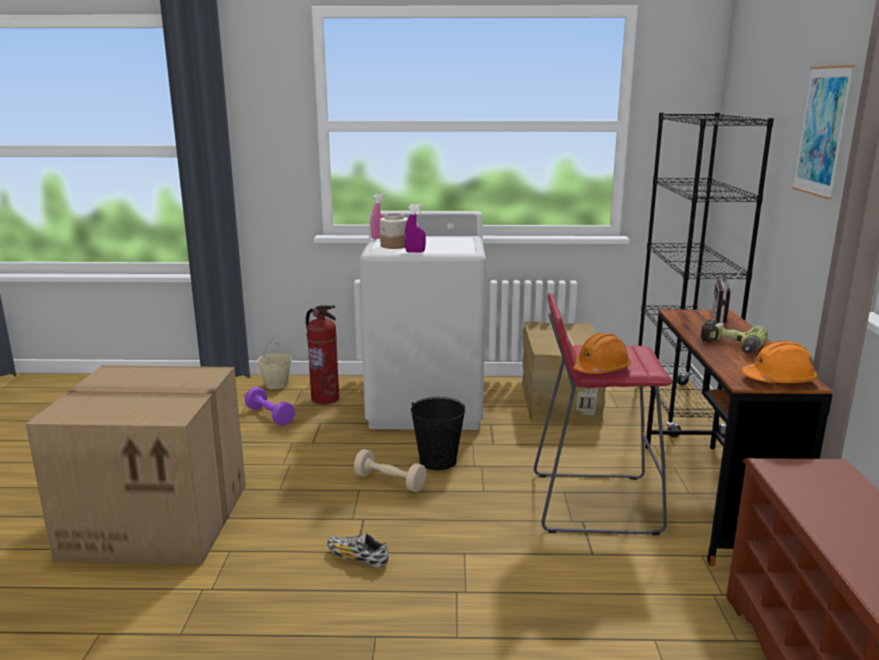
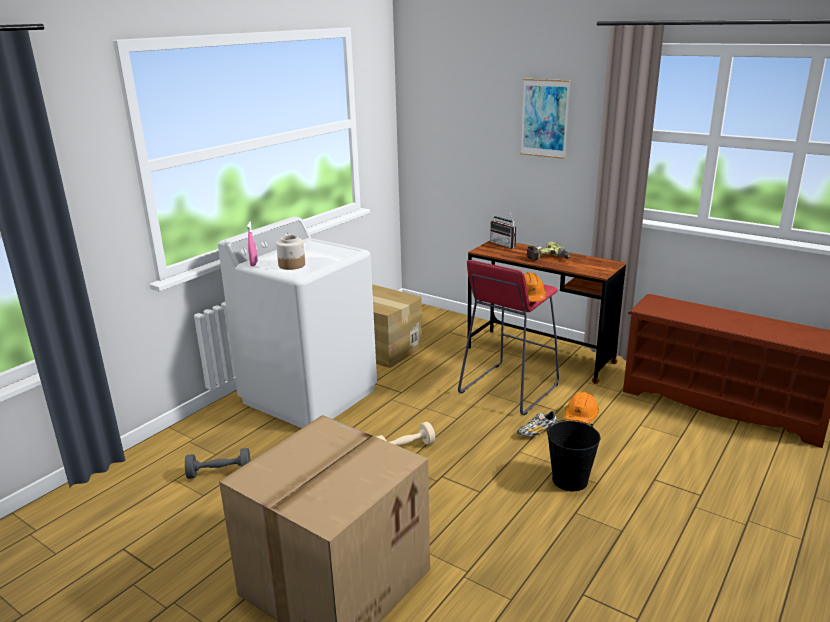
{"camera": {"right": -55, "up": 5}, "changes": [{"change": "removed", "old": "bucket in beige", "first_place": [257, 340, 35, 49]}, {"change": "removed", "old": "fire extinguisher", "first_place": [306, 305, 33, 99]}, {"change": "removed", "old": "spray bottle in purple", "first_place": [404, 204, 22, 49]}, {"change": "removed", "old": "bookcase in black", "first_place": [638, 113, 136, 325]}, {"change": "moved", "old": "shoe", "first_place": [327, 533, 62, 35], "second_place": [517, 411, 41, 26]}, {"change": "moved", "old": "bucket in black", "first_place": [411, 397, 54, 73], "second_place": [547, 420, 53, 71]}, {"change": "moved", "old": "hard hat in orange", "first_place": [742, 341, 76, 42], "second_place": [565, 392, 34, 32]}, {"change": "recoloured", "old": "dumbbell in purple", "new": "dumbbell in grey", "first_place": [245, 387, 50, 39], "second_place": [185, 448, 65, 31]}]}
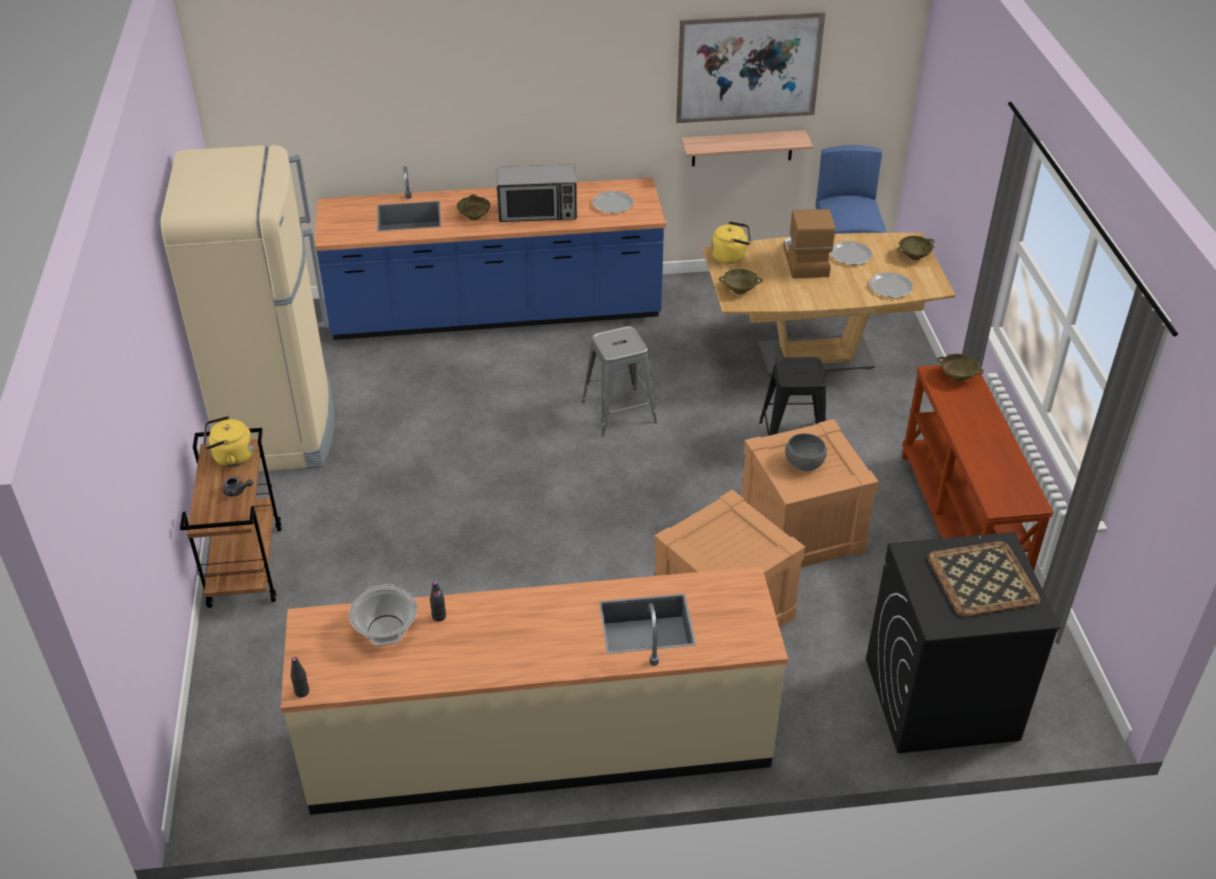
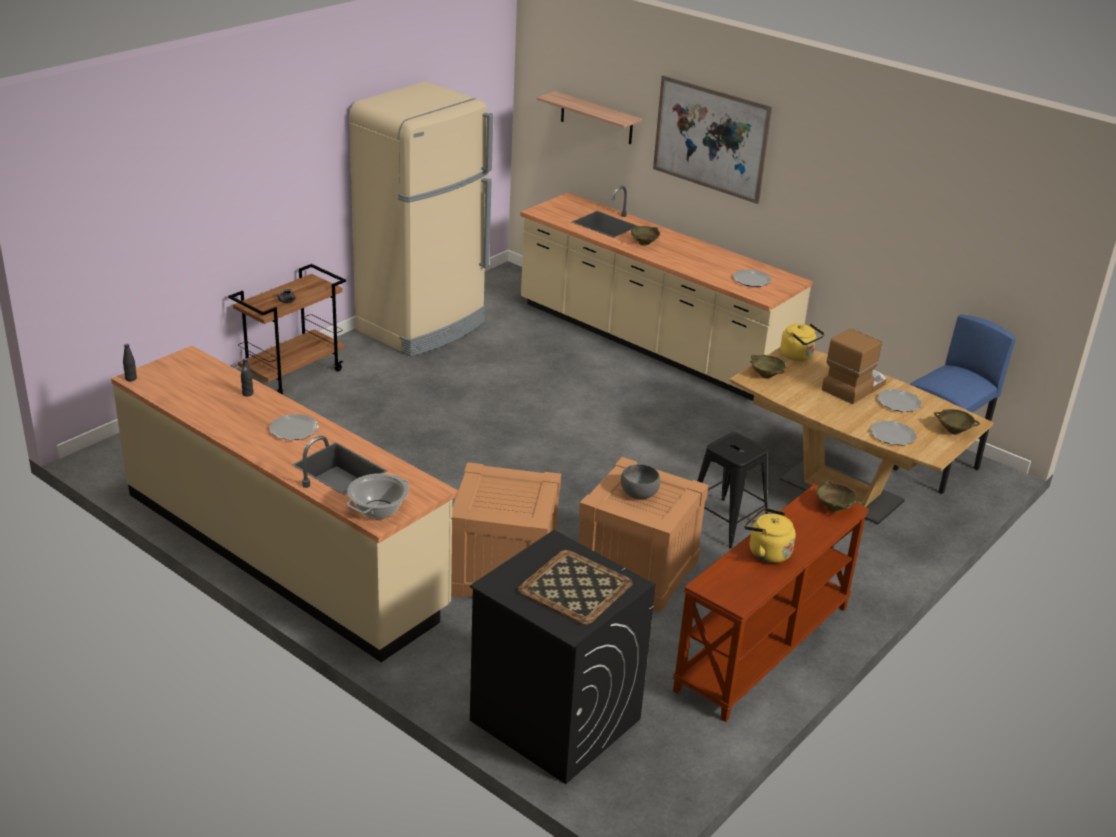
{"camera": {"right": 45, "up": -10}, "changes": [{"change": "removed", "old": "microwave", "first_place": [496, 164, 81, 58]}, {"change": "removed", "old": "stool in grey", "first_place": [582, 326, 75, 111]}, {"change": "added", "new": "plate", "second_place": [269, 414, 50, 26]}, {"change": "moved", "old": "kettle in yellow", "first_place": [203, 416, 51, 51], "second_place": [744, 508, 52, 55]}, {"change": "moved", "old": "cooking pot", "first_place": [349, 584, 68, 62], "second_place": [346, 473, 63, 46]}, {"change": "moved", "old": "picture", "first_place": [676, 12, 149, 111], "second_place": [653, 75, 119, 129]}, {"change": "moved", "old": "shelf", "first_place": [681, 130, 132, 36], "second_place": [536, 91, 106, 53]}, {"change": "recoloured", "old": "counter in blue", "new": "counter in beige", "first_place": [314, 166, 352, 174], "second_place": [520, 186, 293, 215]}]}
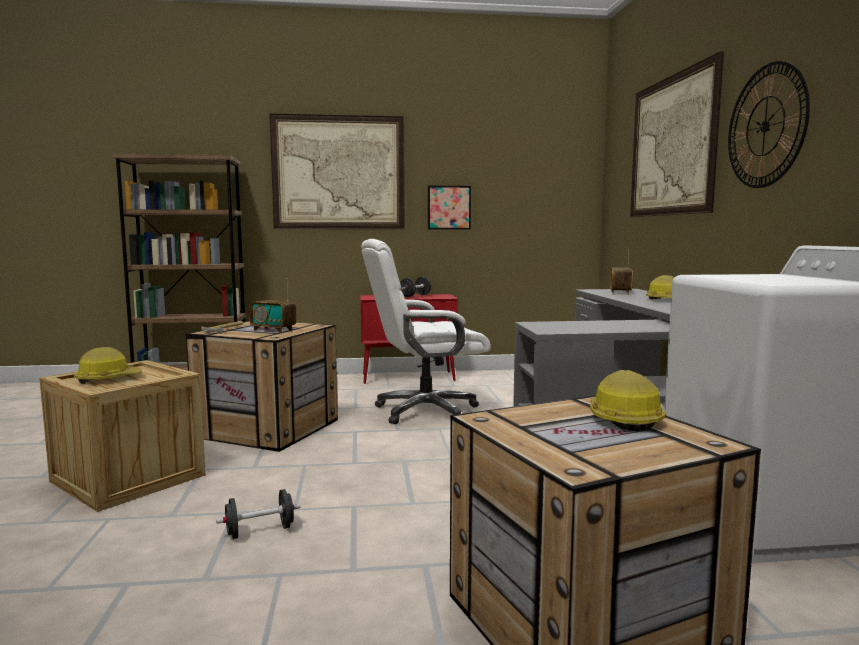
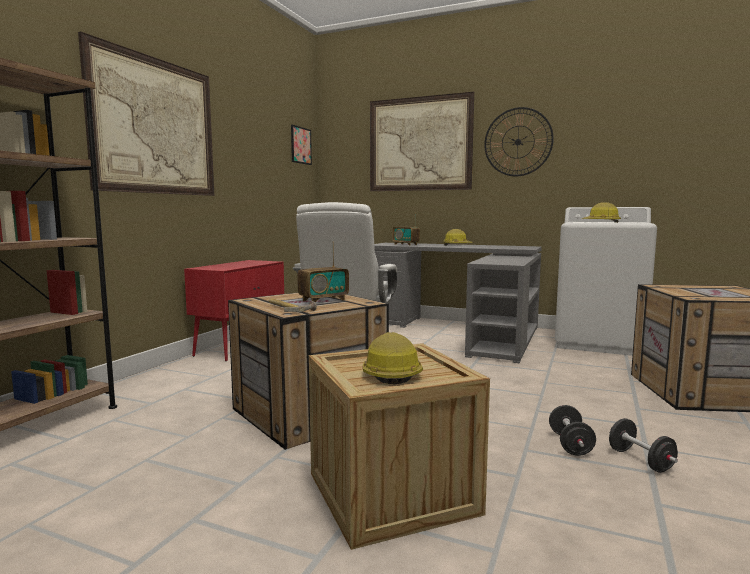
{"camera": {"right": -60, "up": 0}, "changes": [{"change": "moved", "old": "dumbbell in black", "first_place": [400, 277, 31, 20], "second_place": [609, 418, 69, 55]}, {"change": "moved", "old": "picture", "first_place": [428, 186, 43, 43], "second_place": [291, 125, 21, 40]}, {"change": "moved", "old": "hard hat", "first_place": [590, 370, 76, 61], "second_place": [581, 203, 40, 20]}]}
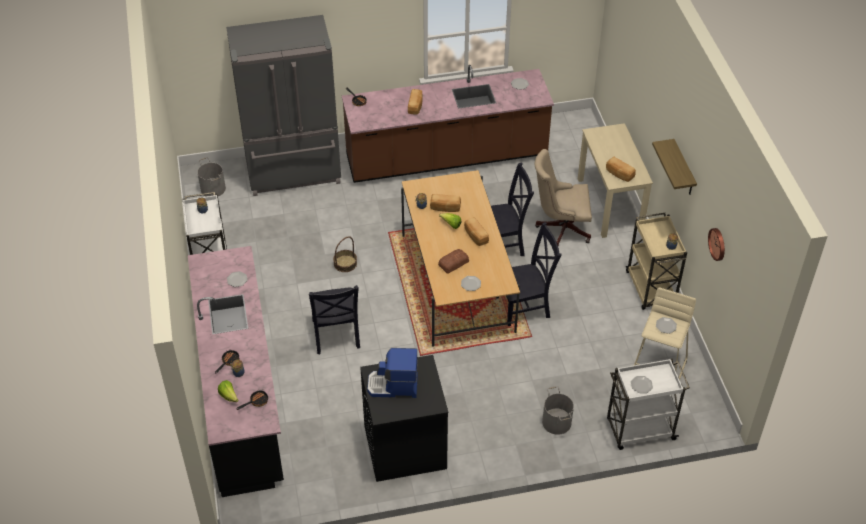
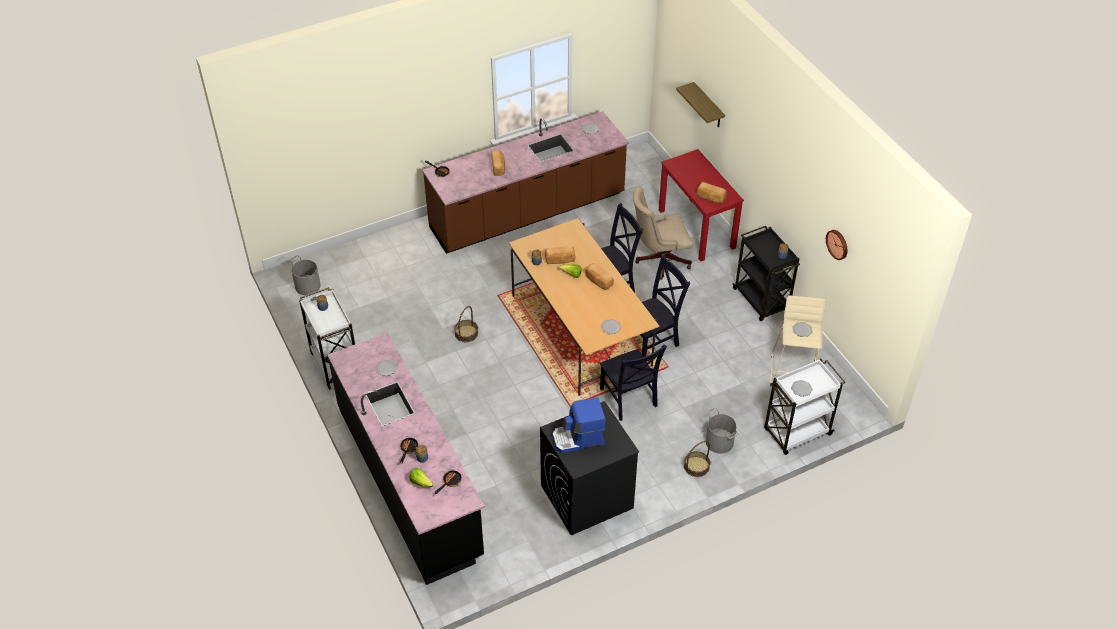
{"camera": {"right": -15, "up": 0}, "changes": [{"change": "removed", "old": "fridge in grey", "first_place": [226, 15, 115, 181]}, {"change": "removed", "old": "bread", "first_place": [438, 249, 31, 25]}, {"change": "added", "new": "basket", "second_place": [684, 441, 26, 36]}, {"change": "moved", "old": "chair in black", "first_place": [309, 285, 51, 69], "second_place": [600, 344, 67, 77]}, {"change": "moved", "old": "shelf", "first_place": [652, 139, 45, 56], "second_place": [676, 82, 49, 45]}, {"change": "recoloured", "old": "desk in beige", "new": "desk in red", "first_place": [578, 123, 75, 115], "second_place": [659, 149, 85, 112]}, {"change": "recoloured", "old": "cart in beige", "new": "cart in black", "first_place": [626, 213, 61, 97], "second_place": [733, 226, 67, 95]}]}
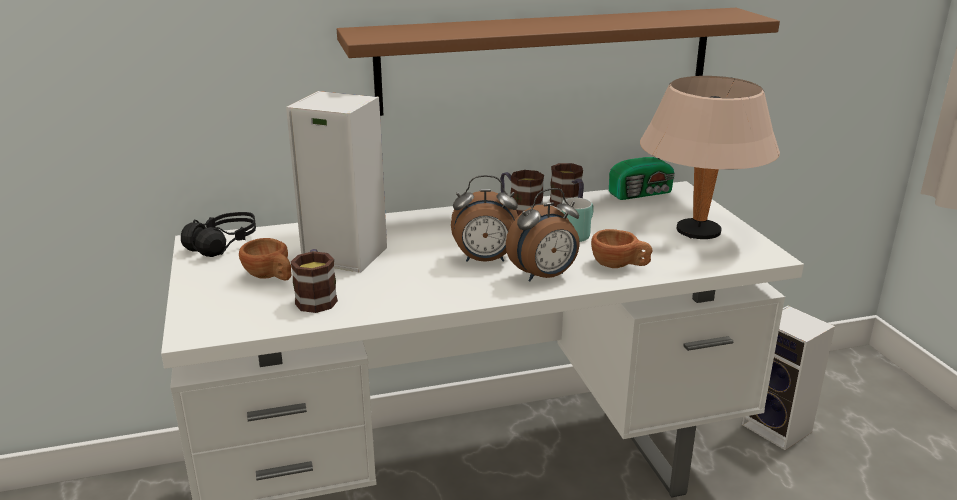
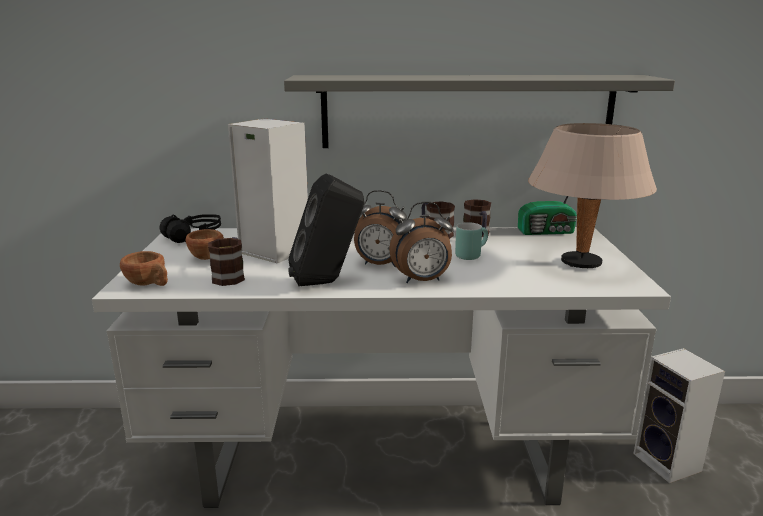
{"camera": {"right": 15, "up": -5}, "changes": [{"change": "added", "new": "speaker in black", "second_place": [288, 174, 76, 112]}, {"change": "moved", "old": "cup in brown", "first_place": [591, 229, 61, 39], "second_place": [120, 251, 48, 35]}, {"change": "recoloured", "old": "shelf in brown", "new": "shelf in grey", "first_place": [337, 8, 443, 108], "second_place": [284, 75, 391, 73]}]}
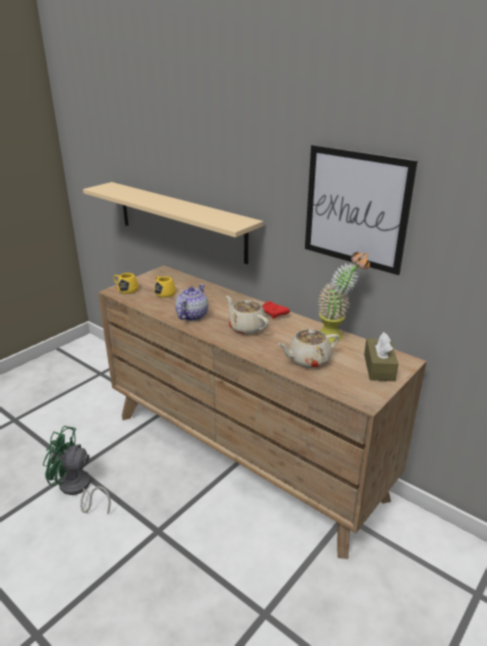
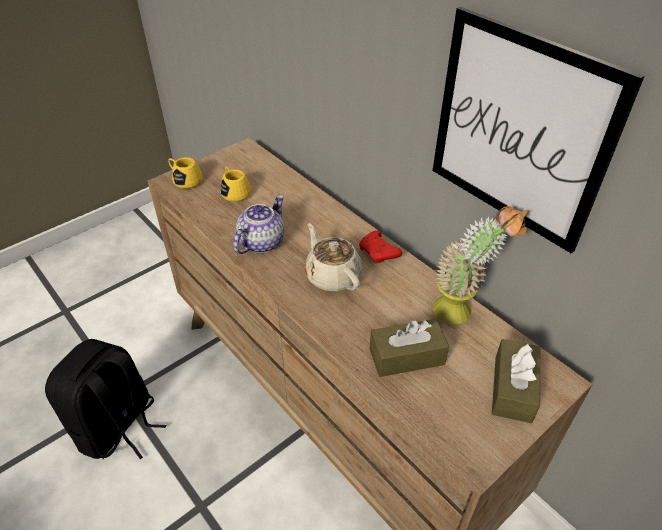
{"camera": {"right": 10, "up": 15}, "changes": [{"change": "removed", "old": "shelf in beige", "first_place": [83, 182, 180, 82]}, {"change": "replaced", "old": "fan in green", "new": "backpack in black", "first_place": [43, 426, 68, 88], "second_place": [45, 339, 121, 120]}, {"change": "replaced", "old": "teapot in beige", "new": "tissue box in brown", "first_place": [277, 329, 62, 39], "second_place": [370, 319, 79, 58]}]}
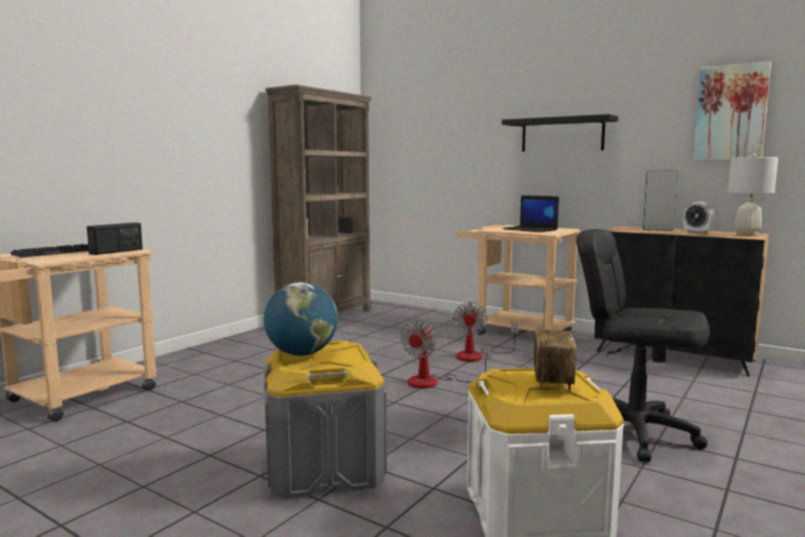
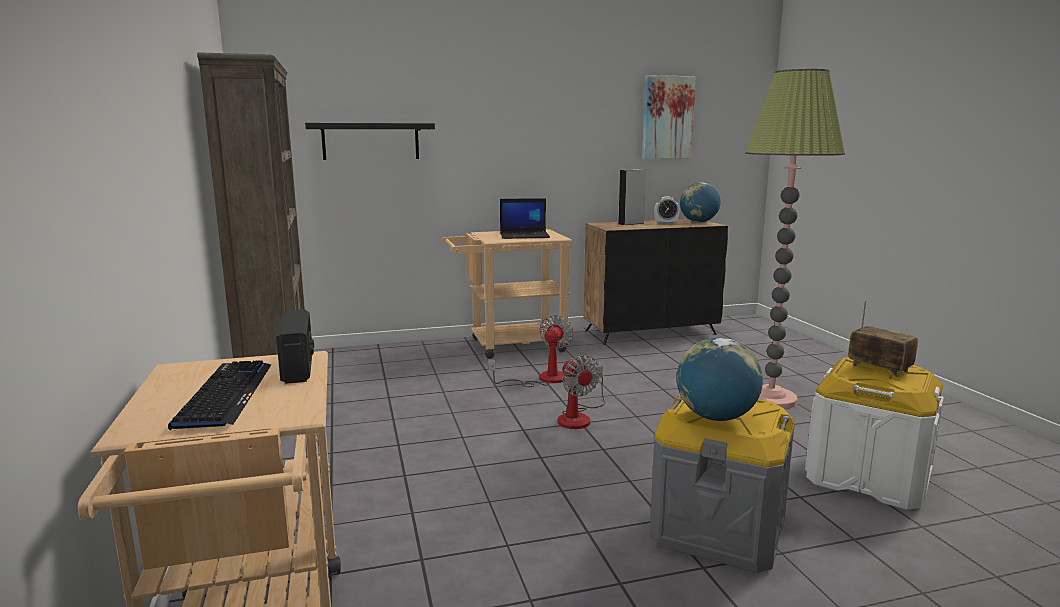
{"camera": {"right": -50, "up": 5}, "changes": [{"change": "moved", "old": "shelf in black", "first_place": [502, 114, 116, 38], "second_place": [305, 123, 130, 37]}, {"change": "replaced", "old": "office chair in black", "new": "floor lamp", "first_place": [576, 229, 134, 233], "second_place": [745, 69, 100, 340]}, {"change": "replaced", "old": "table lamp in white", "new": "globe", "first_place": [728, 154, 50, 82], "second_place": [680, 183, 41, 39]}, {"change": "turned", "old": "fan", "first_place": [453, 302, 65, 60], "second_place": [488, 315, 86, 72], "degrees": -120}]}
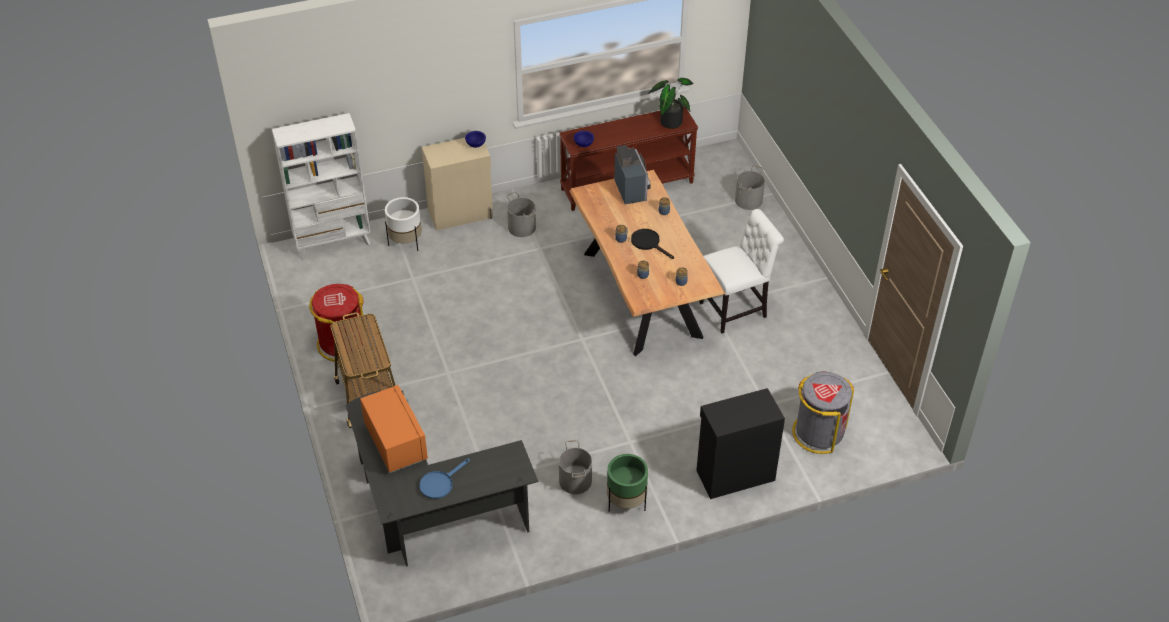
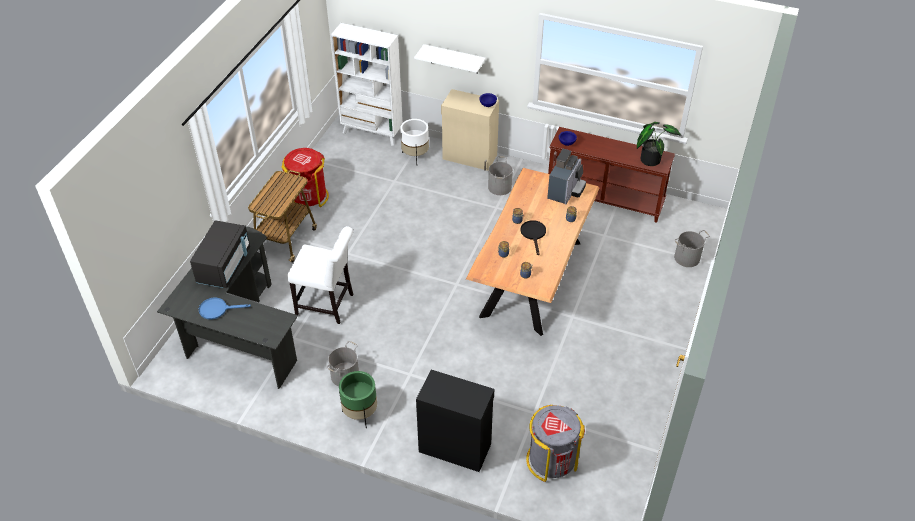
{"camera": {"right": 40, "up": 0}, "changes": [{"change": "added", "new": "shelf in white", "second_place": [414, 44, 72, 29]}, {"change": "moved", "old": "chair in white", "first_place": [699, 209, 85, 124], "second_place": [287, 226, 66, 98]}, {"change": "recoloured", "old": "microwave in orange", "new": "microwave in black", "first_place": [360, 385, 68, 88], "second_place": [190, 220, 60, 68]}]}
